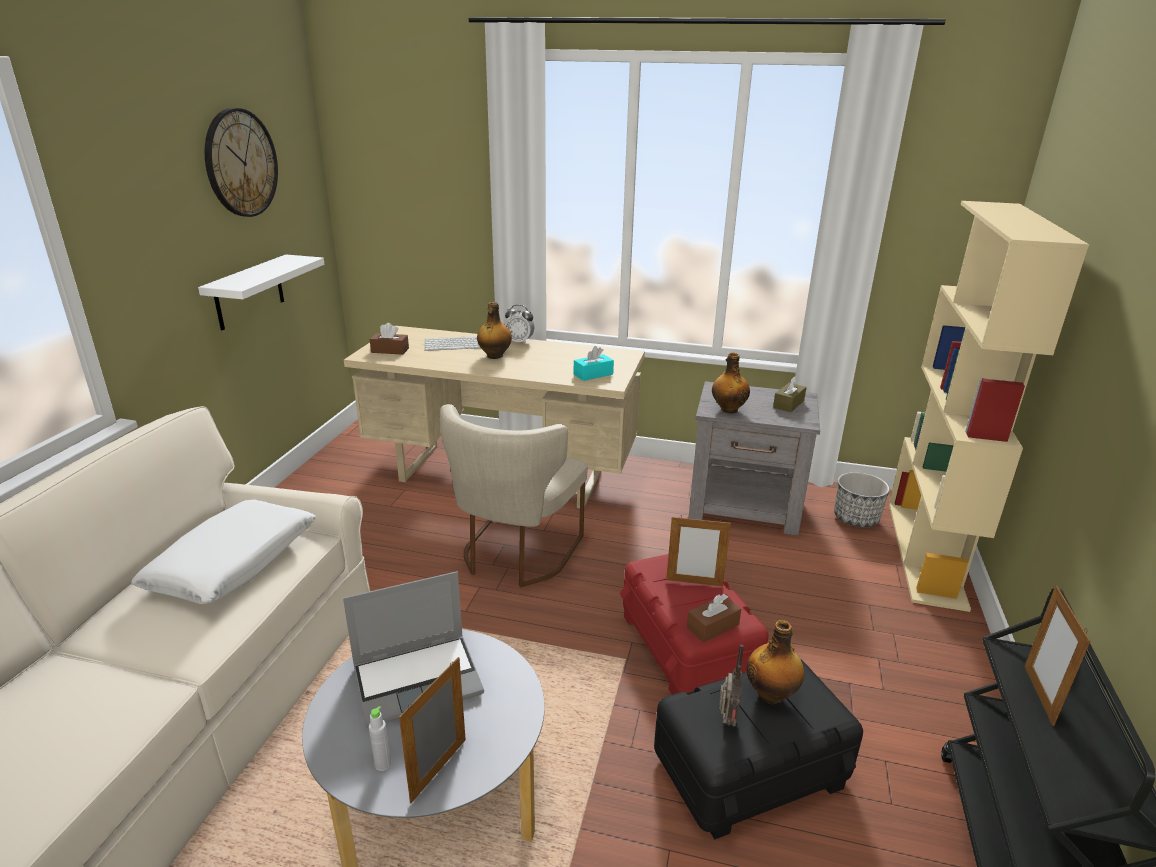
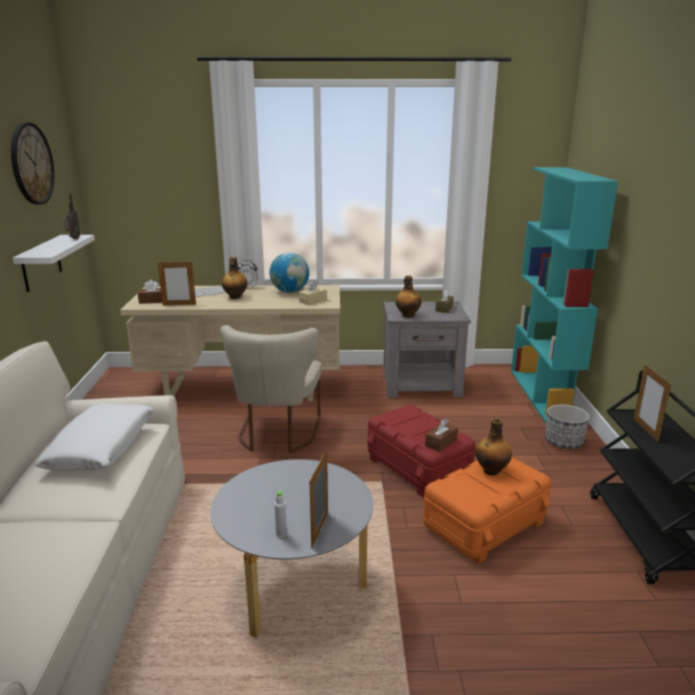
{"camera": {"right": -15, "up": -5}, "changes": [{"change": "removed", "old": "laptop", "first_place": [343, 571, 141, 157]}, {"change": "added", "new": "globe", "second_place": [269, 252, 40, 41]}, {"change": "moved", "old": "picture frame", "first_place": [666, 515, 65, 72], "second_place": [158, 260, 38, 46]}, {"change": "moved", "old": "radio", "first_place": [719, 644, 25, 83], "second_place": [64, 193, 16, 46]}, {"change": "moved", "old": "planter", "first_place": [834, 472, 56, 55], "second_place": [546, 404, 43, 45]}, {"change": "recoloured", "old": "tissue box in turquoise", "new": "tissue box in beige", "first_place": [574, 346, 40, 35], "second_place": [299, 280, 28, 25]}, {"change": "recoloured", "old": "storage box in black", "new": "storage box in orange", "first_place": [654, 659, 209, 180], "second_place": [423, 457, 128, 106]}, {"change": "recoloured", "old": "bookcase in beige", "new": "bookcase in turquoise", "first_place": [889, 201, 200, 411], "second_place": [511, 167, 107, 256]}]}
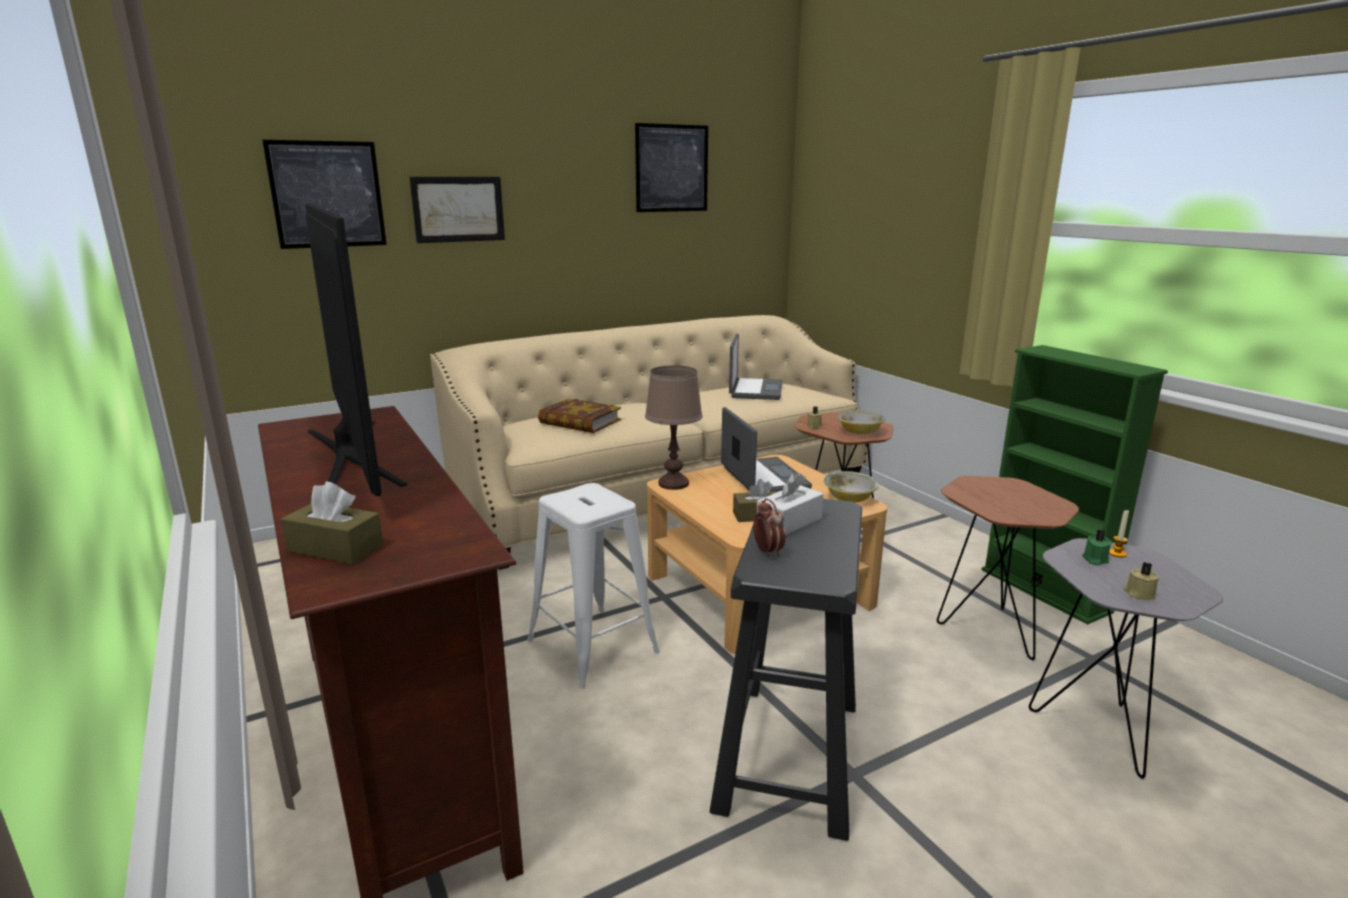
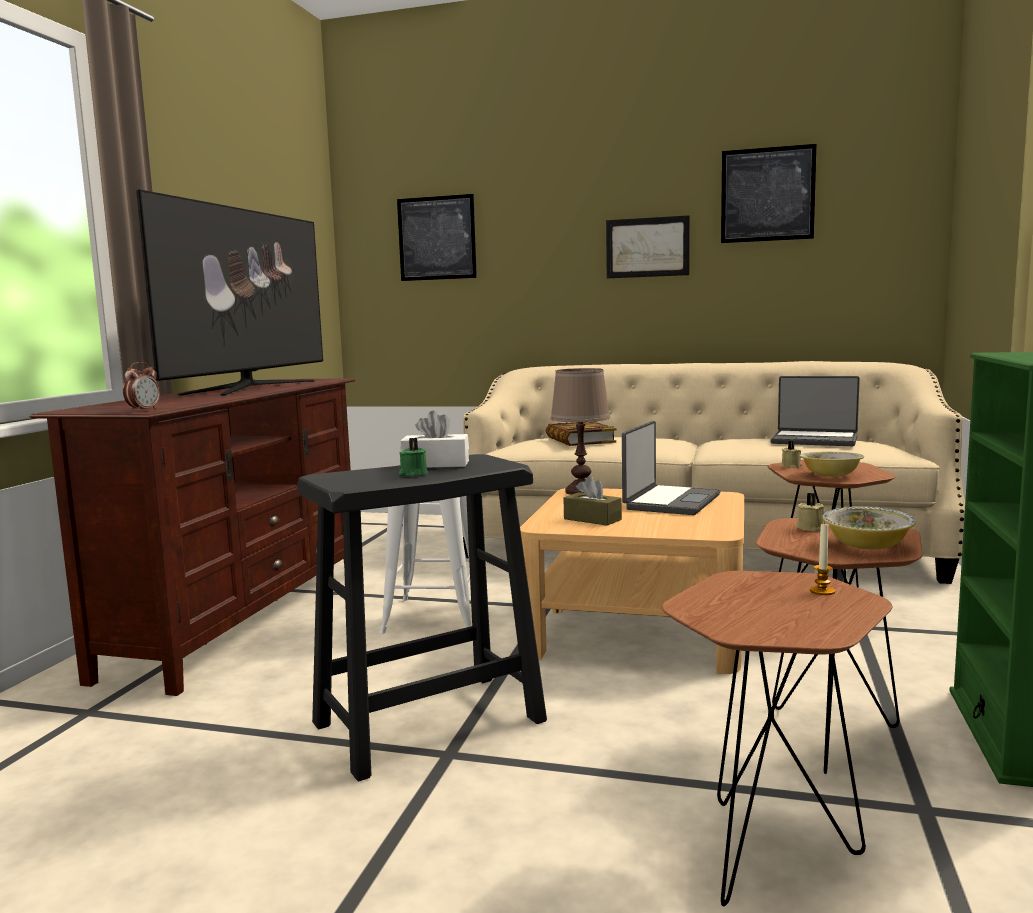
{"camera": {"right": 45, "up": -10}, "changes": [{"change": "removed", "old": "tissue box in brown", "first_place": [281, 482, 102, 82]}, {"change": "moved", "old": "picture", "first_place": [409, 177, 96, 66], "second_place": [606, 215, 84, 64]}, {"change": "moved", "old": "alarm clock", "first_place": [753, 498, 32, 59], "second_place": [123, 362, 37, 50]}, {"change": "moved", "old": "bowl", "first_place": [824, 471, 55, 31], "second_place": [823, 507, 93, 43]}, {"change": "moved", "old": "candle in green", "first_place": [1082, 530, 30, 35], "second_place": [399, 438, 29, 38]}, {"change": "moved", "old": "candle in beige", "first_place": [1123, 562, 36, 38], "second_place": [796, 493, 28, 39]}, {"change": "recoloured", "old": "side table in grey", "new": "side table in brown", "first_place": [1029, 538, 194, 241], "second_place": [662, 571, 230, 335]}, {"change": "turned", "old": "laptop", "first_place": [729, 334, 54, 66], "second_place": [771, 376, 89, 70], "degrees": 60}]}
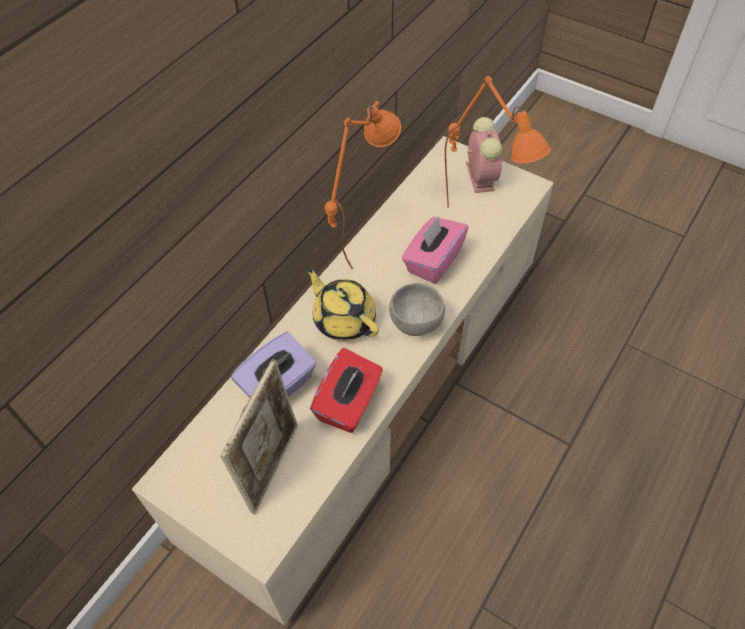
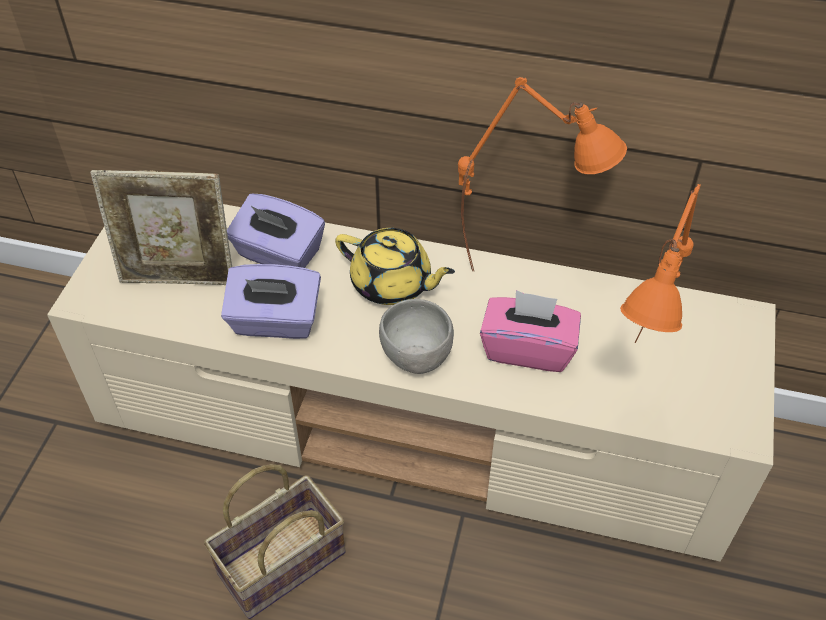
{"camera": {"right": 70, "up": -5}, "changes": [{"change": "removed", "old": "alarm clock", "first_place": [466, 117, 36, 76]}, {"change": "added", "new": "basket", "second_place": [204, 464, 142, 155]}, {"change": "recoloured", "old": "tissue box in red", "new": "tissue box in purple", "first_place": [310, 348, 73, 85], "second_place": [221, 264, 100, 75]}, {"change": "turned", "old": "teapot in yellow", "first_place": [306, 267, 73, 74], "second_place": [335, 228, 120, 77], "degrees": 90}]}
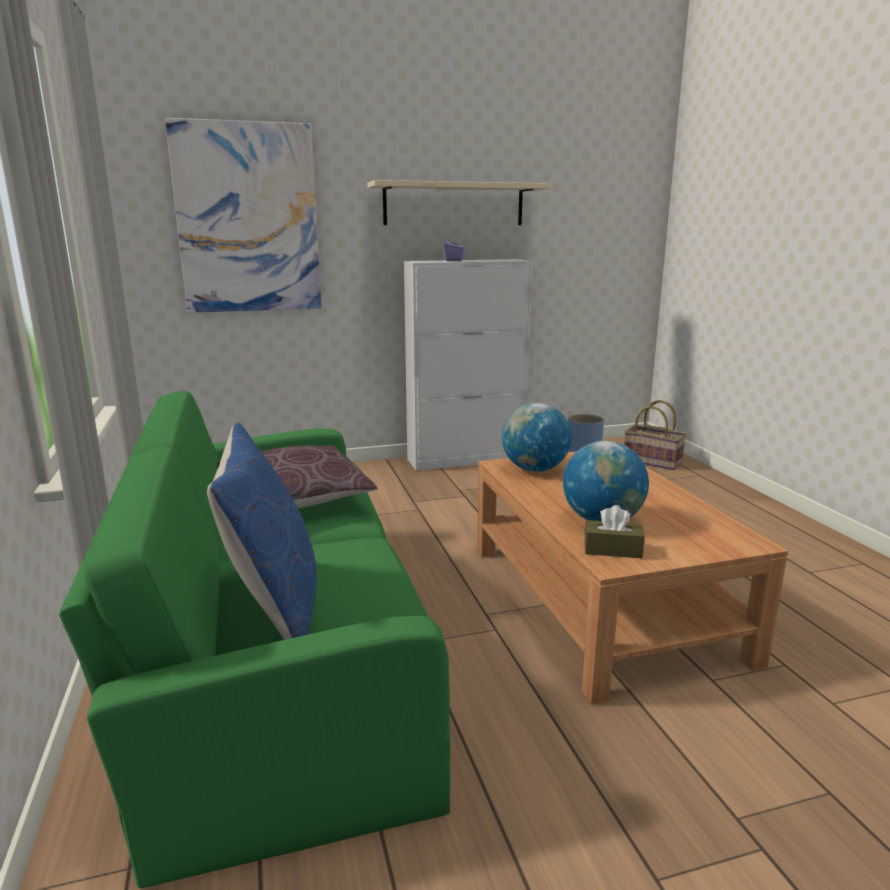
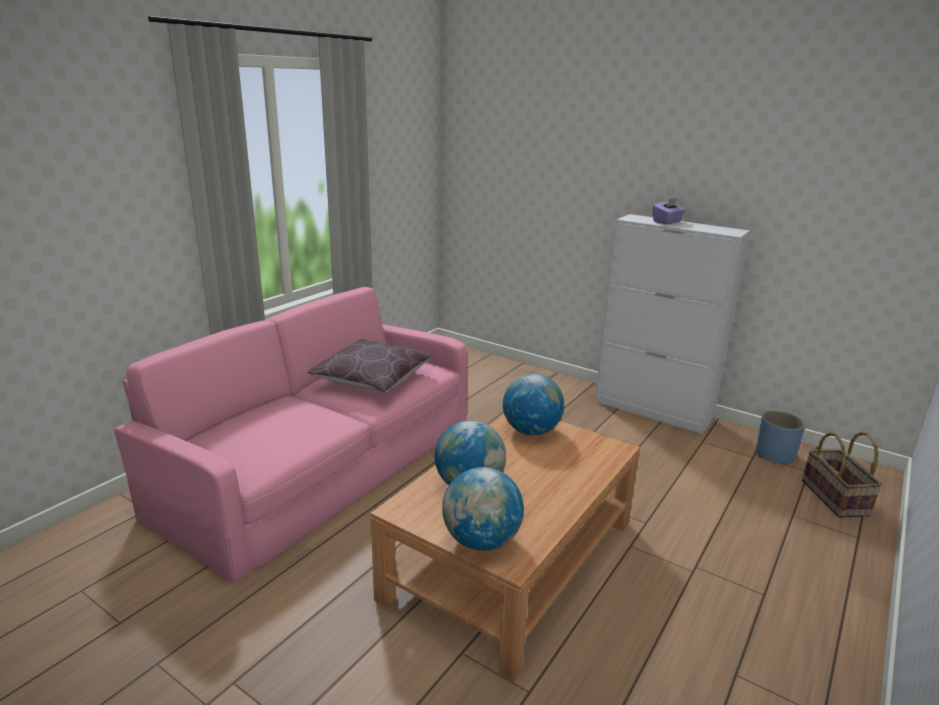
{"camera": {"right": 50, "up": 5}, "changes": [{"change": "removed", "old": "picture", "first_place": [165, 118, 156, 195]}, {"change": "removed", "old": "pillow in blue", "first_place": [207, 423, 110, 217]}, {"change": "removed", "old": "shelf in beige", "first_place": [367, 180, 183, 45]}, {"change": "removed", "old": "tissue box in brown", "first_place": [584, 505, 61, 53]}, {"change": "added", "new": "globe", "second_place": [442, 467, 82, 84]}, {"change": "recoloured", "old": "sofa in green", "new": "sofa in pink", "first_place": [59, 391, 392, 497], "second_place": [114, 287, 353, 296]}]}
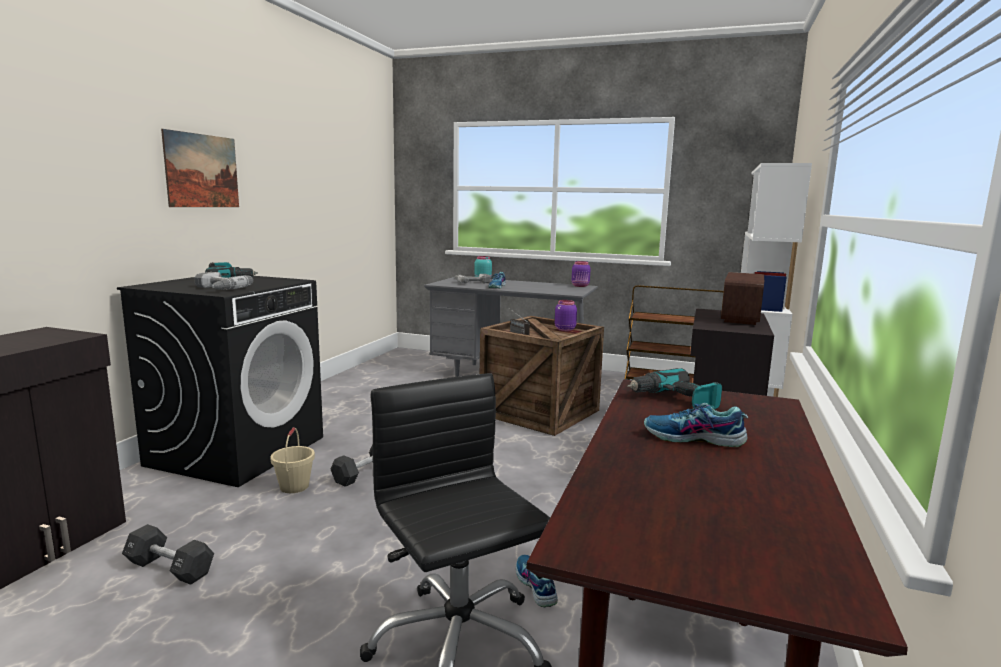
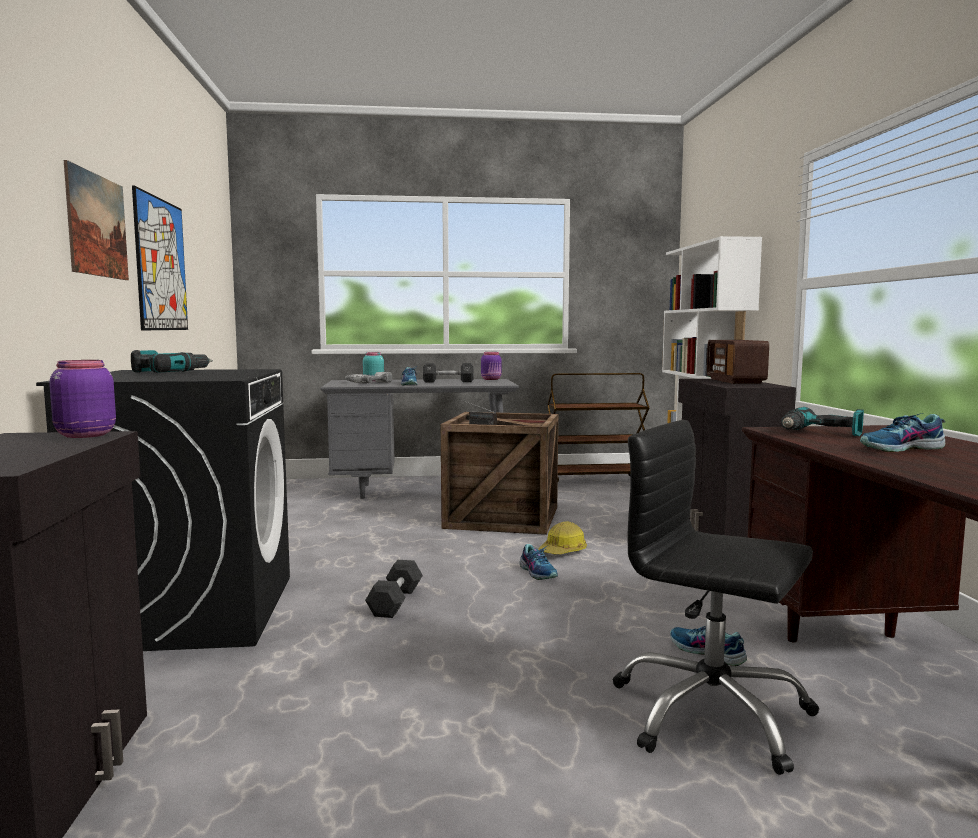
{"camera": {"right": -25, "up": -5}, "changes": [{"change": "removed", "old": "power drill", "first_place": [194, 272, 59, 18]}, {"change": "removed", "old": "bucket in beige", "first_place": [270, 427, 45, 66]}, {"change": "added", "new": "picture", "second_place": [132, 185, 56, 145]}, {"change": "added", "new": "shoe", "second_place": [519, 544, 39, 36]}, {"change": "added", "new": "hard hat", "second_place": [538, 521, 49, 34]}, {"change": "moved", "old": "dumbbell in black", "first_place": [122, 524, 92, 61], "second_place": [423, 363, 50, 20]}, {"change": "moved", "old": "jar in purple", "first_place": [555, 300, 22, 31], "second_place": [49, 360, 67, 78]}]}
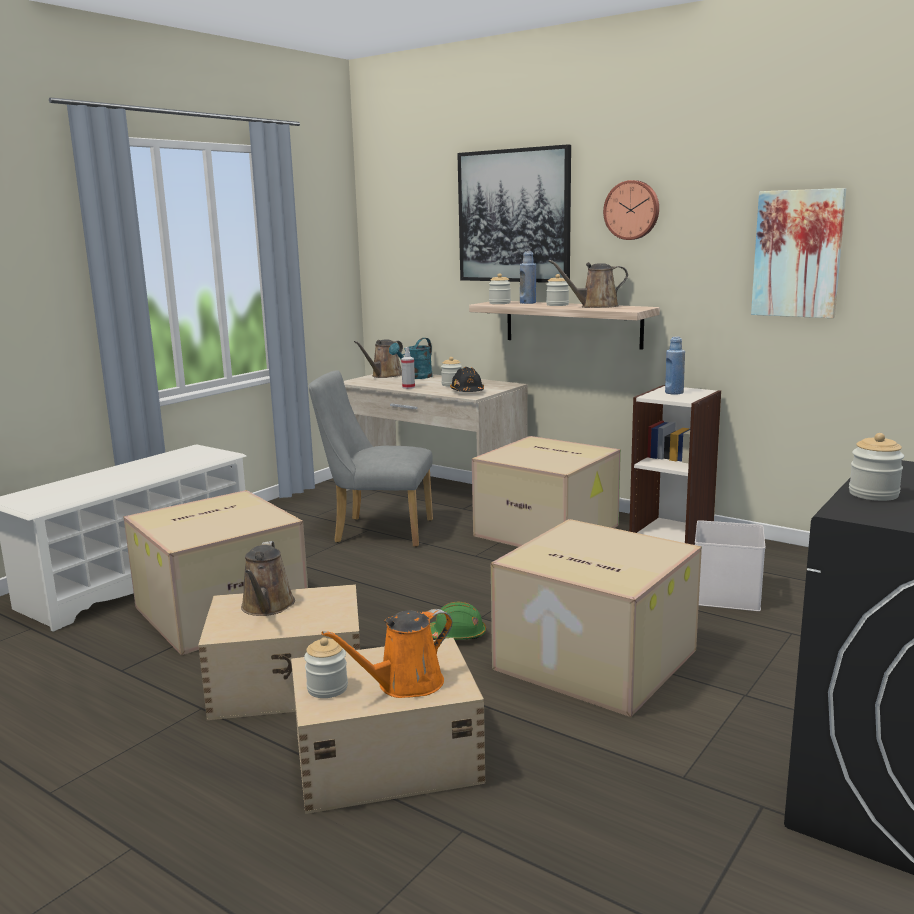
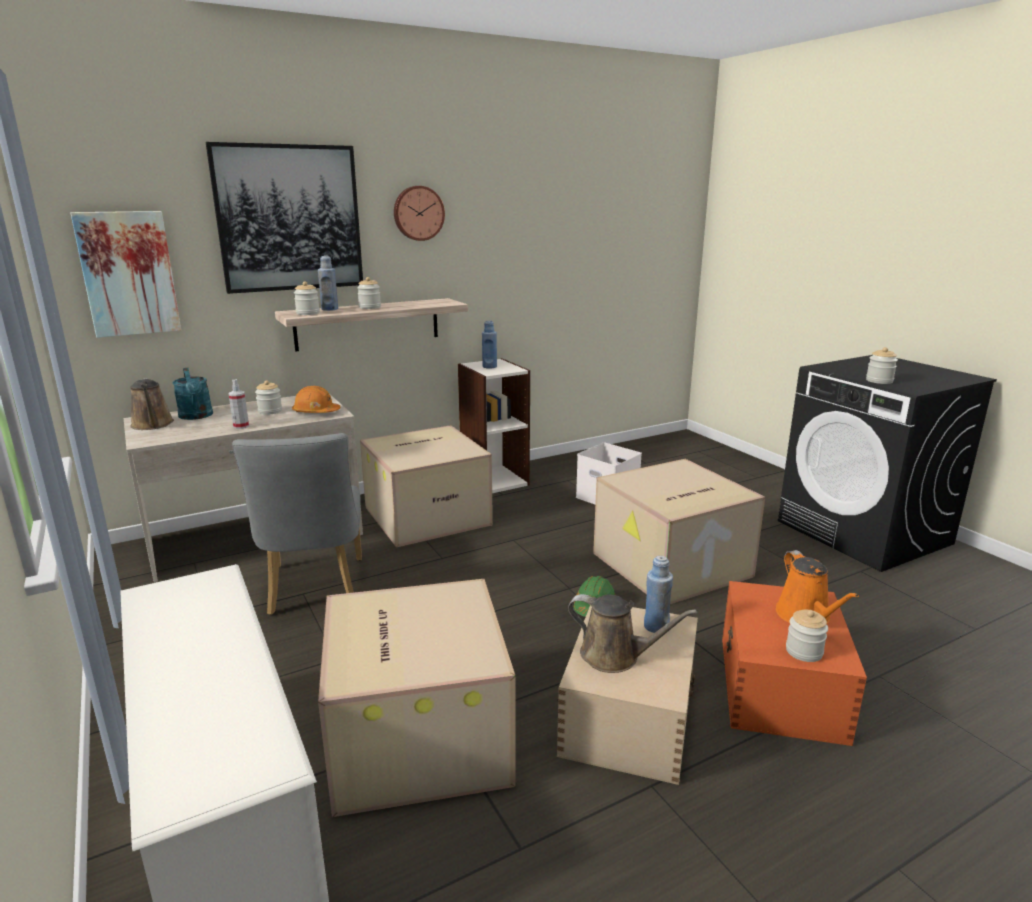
{"camera": {"right": -65, "up": 5}, "changes": [{"change": "removed", "old": "watering can in brown", "first_place": [549, 260, 79, 48]}, {"change": "added", "new": "bottle in blue", "second_place": [644, 556, 29, 77]}, {"change": "moved", "old": "picture", "first_place": [751, 188, 95, 130], "second_place": [70, 211, 111, 127]}, {"change": "recoloured", "old": "storage box in beige", "new": "storage box in orange", "first_place": [291, 638, 195, 176], "second_place": [722, 581, 145, 165]}, {"change": "recoloured", "old": "hard hat in black", "new": "hard hat in orange", "first_place": [450, 367, 34, 25], "second_place": [292, 386, 49, 27]}, {"change": "turned", "old": "chair in grey", "first_place": [309, 370, 124, 177], "second_place": [232, 433, 130, 182], "degrees": -45}]}
